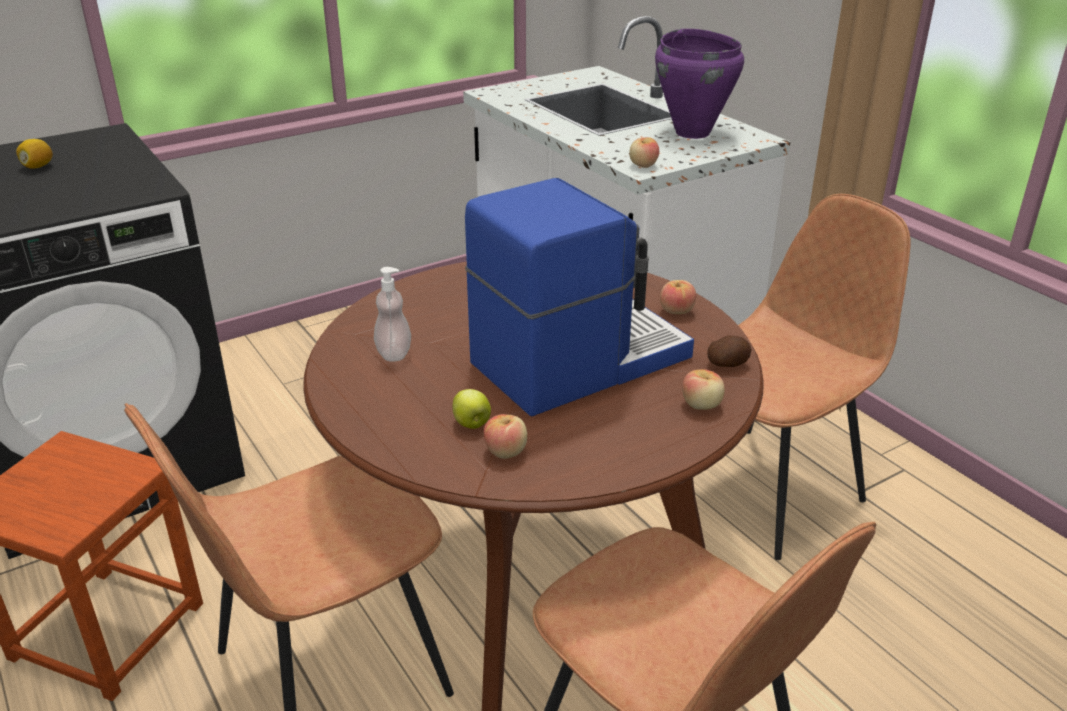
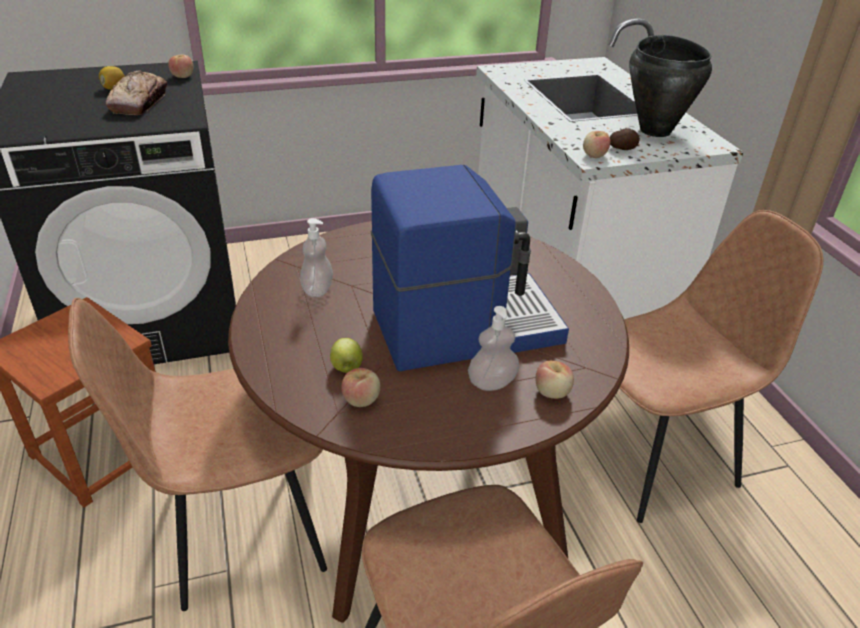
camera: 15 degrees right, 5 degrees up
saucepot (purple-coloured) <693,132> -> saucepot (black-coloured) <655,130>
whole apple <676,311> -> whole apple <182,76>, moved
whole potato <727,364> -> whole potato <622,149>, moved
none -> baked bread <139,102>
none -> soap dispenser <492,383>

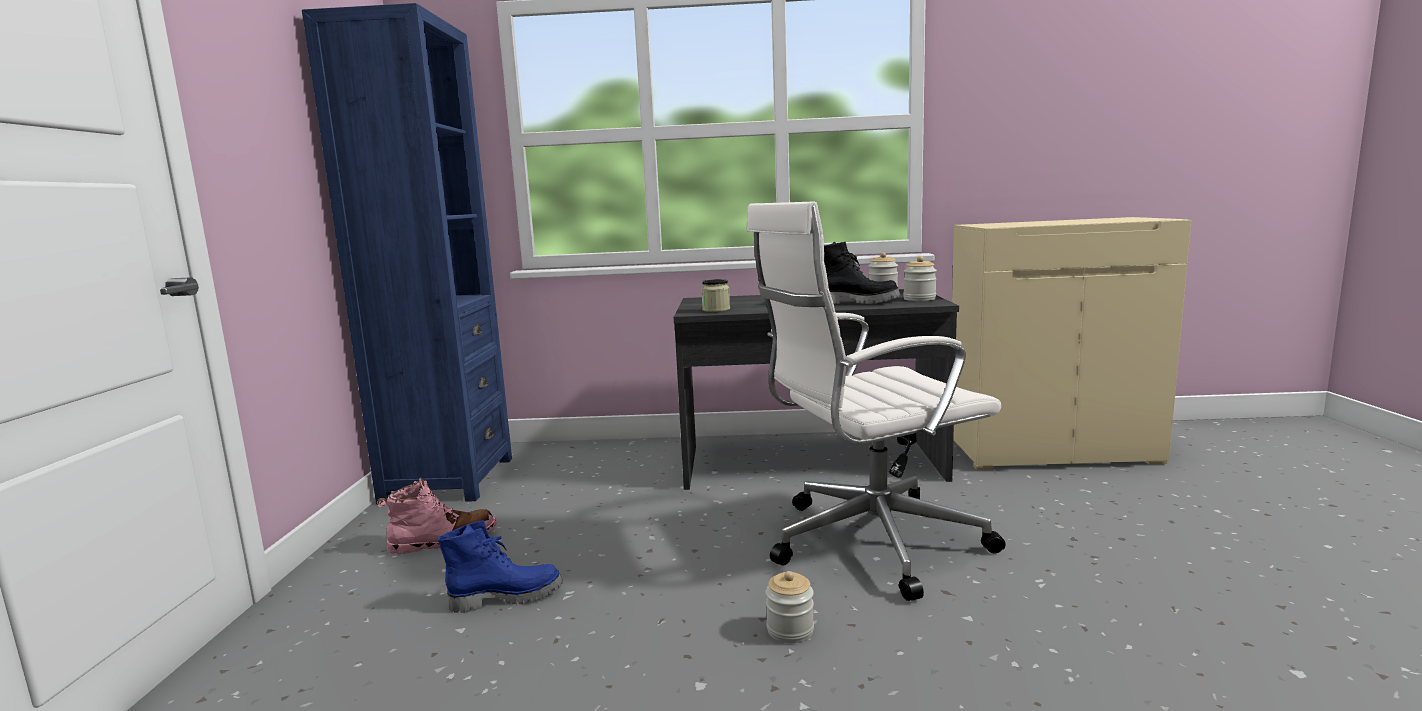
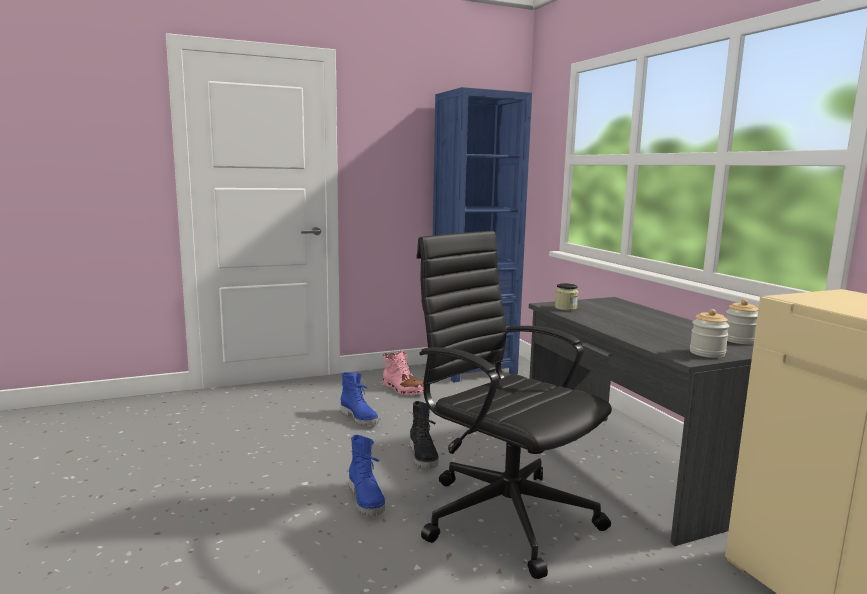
camera: 65 degrees right, 0 degrees up
computer chair (white-coloured) <869,542> -> computer chair (black-coloured) <504,514>
boot (black-coloured) <856,302> -> boot (black-coloured) <424,457>, moved
jar <790,630> -> boot (blue) <367,500>

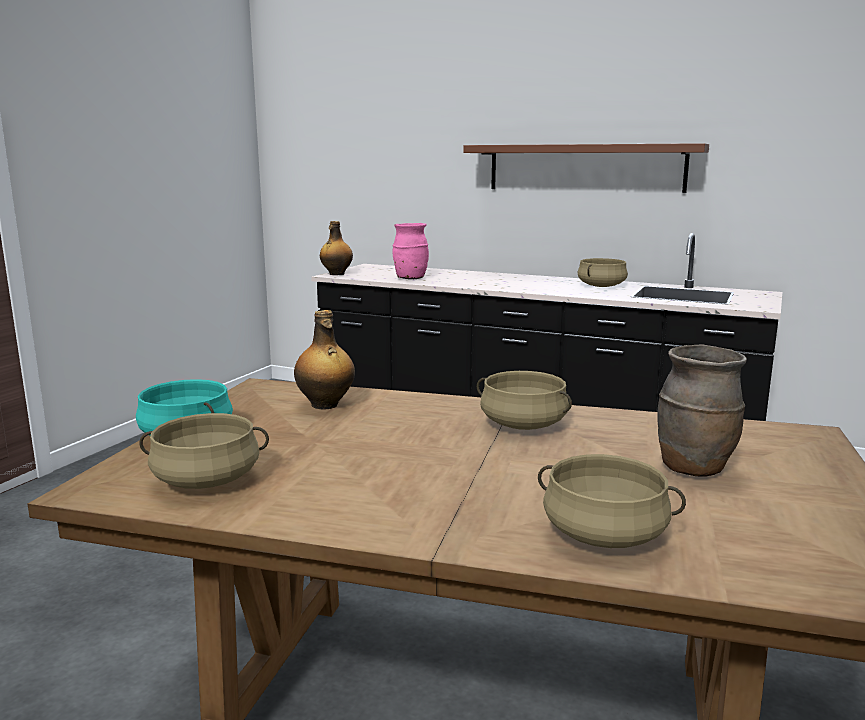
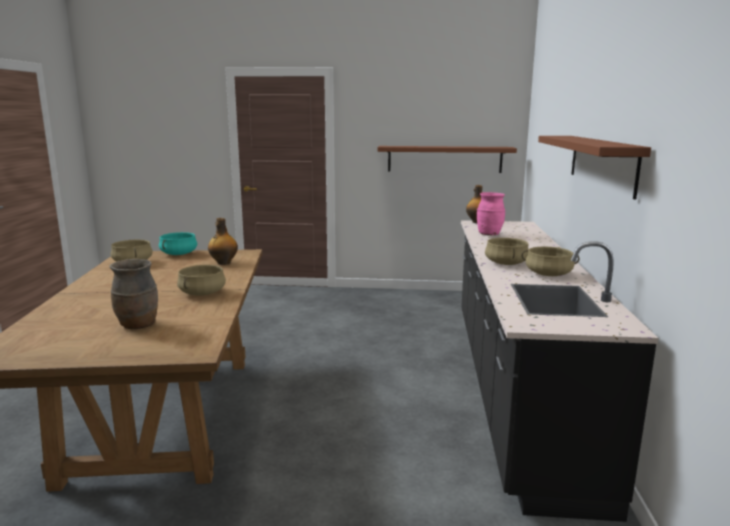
camera: 70 degrees right, 0 degrees up
saucepot (beige-coloured) <605,534> -> saucepot (beige-coloured) <506,263>, moved
none -> wall shelf (brown-coloured) <444,159>

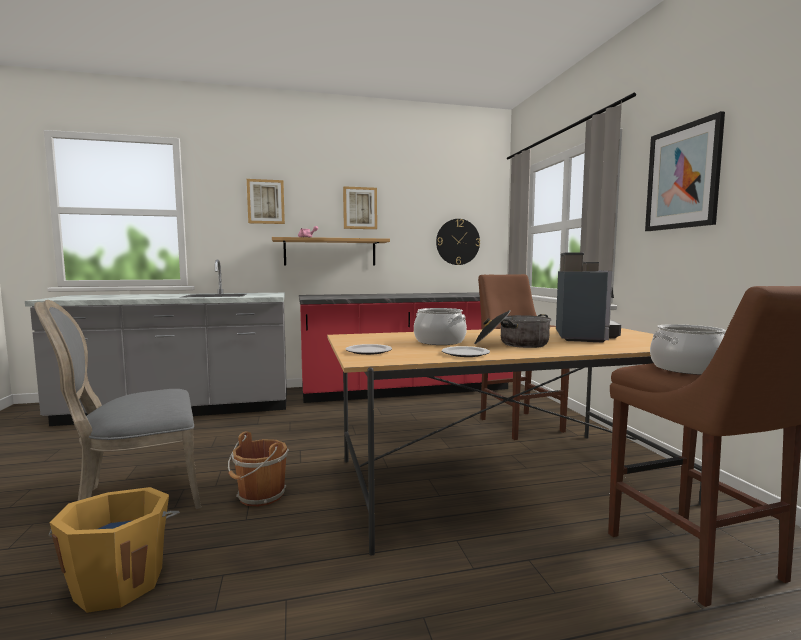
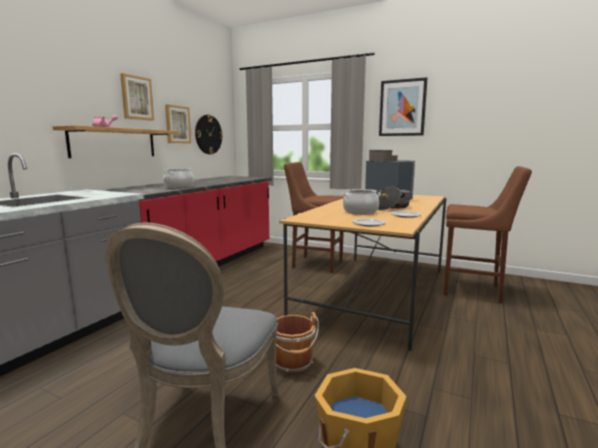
camera: 50 degrees left, 5 degrees up
wall art <266,202> -> wall art <177,124>, moved
saucepot <687,369> -> saucepot <179,187>, moved

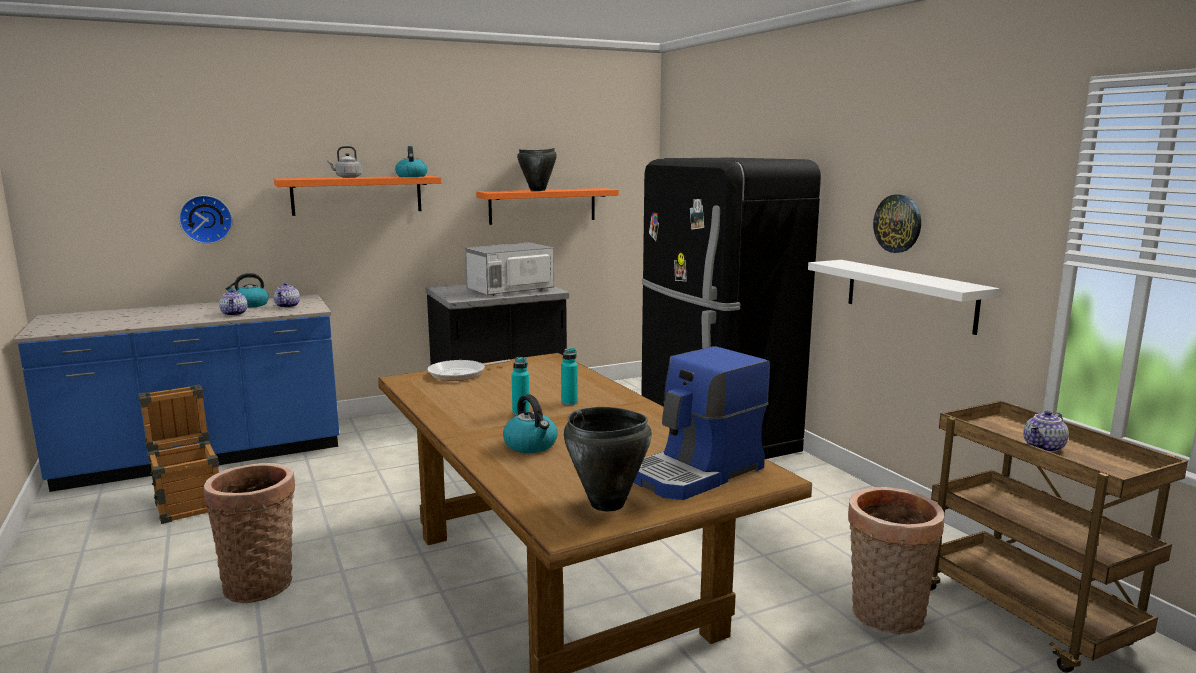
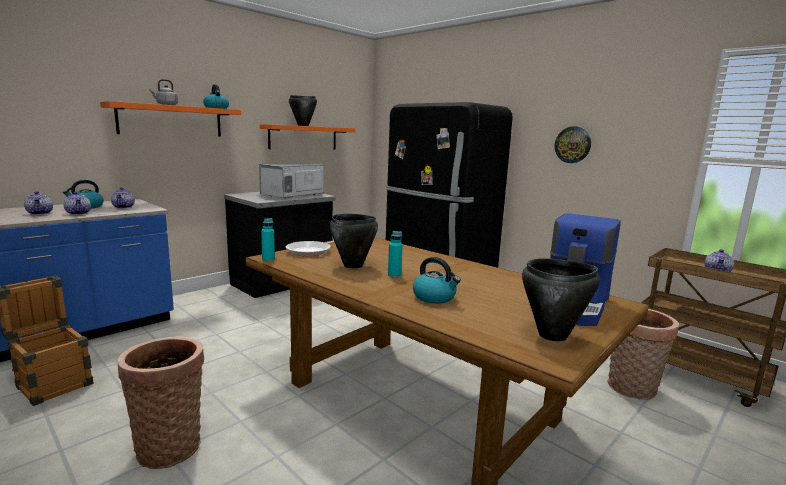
camera: 20 degrees left, 0 degrees up
clock on the wall <206,219> -> none
wall shelf (white-coloured) <909,295> -> none
beverage bottle (turquoise) <569,402> -> beverage bottle (turquoise) <268,259>, moved
none -> tea pot <40,213>
none -> saucepot (black-coloured) <353,266>

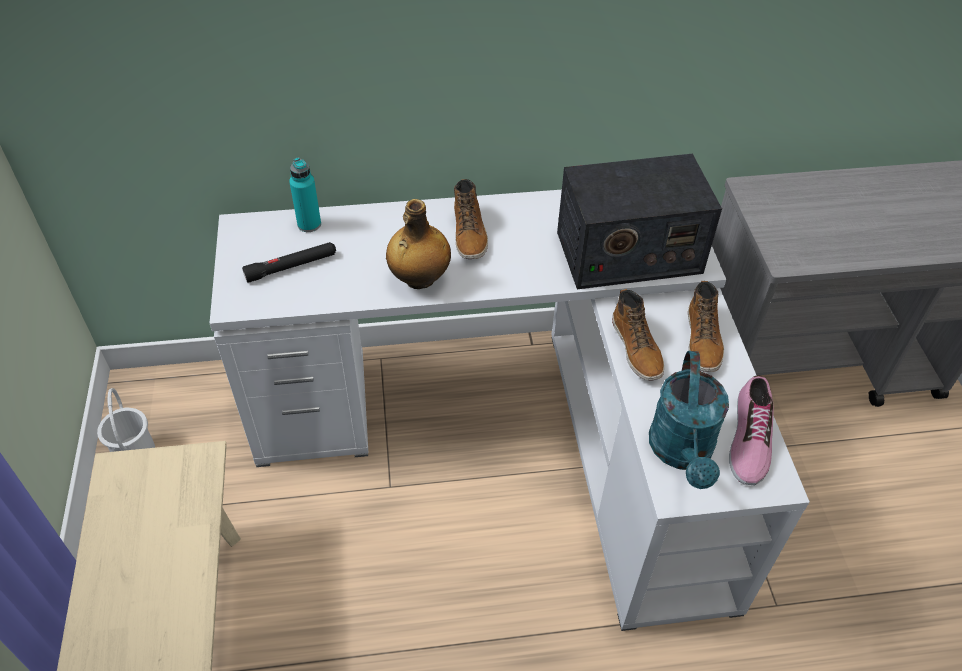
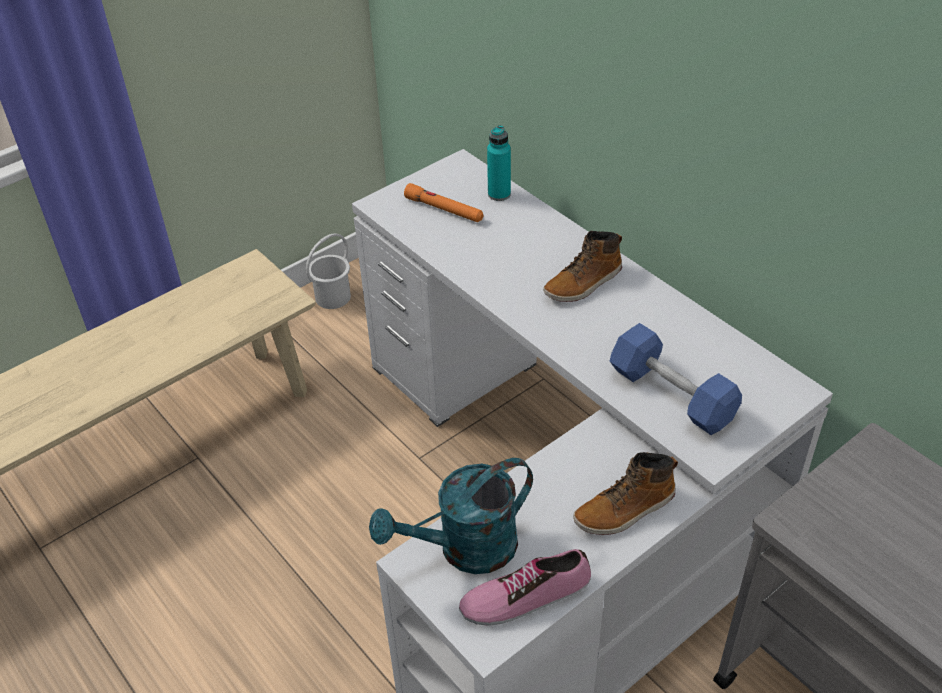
camera: 60 degrees right, 5 degrees down
radio set <627,253> -> free weight (blue) <672,395>
beverage bottle <419,280> -> none
torch (black-coloured) <291,267> -> torch (orange-coloured) <444,209>
boot <637,348> -> none

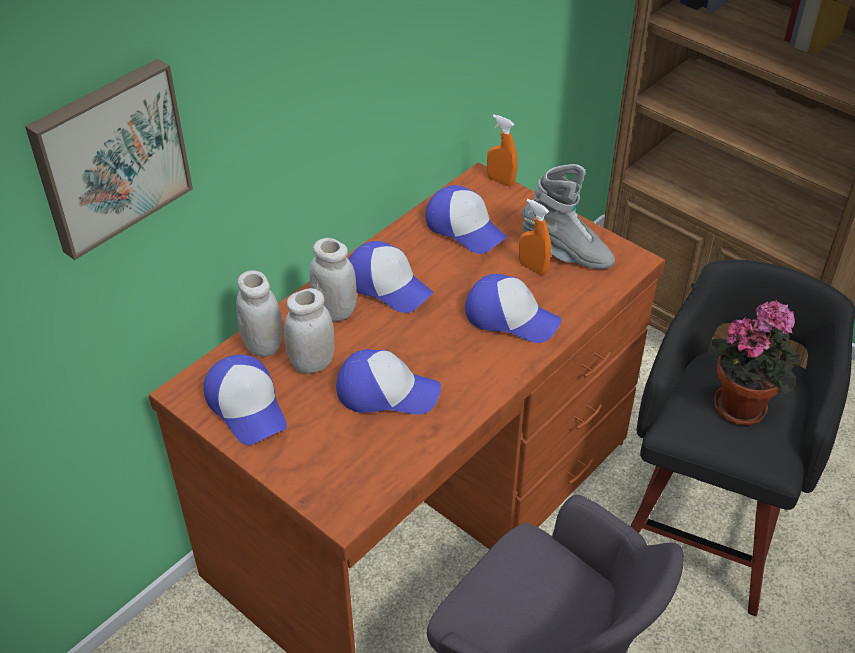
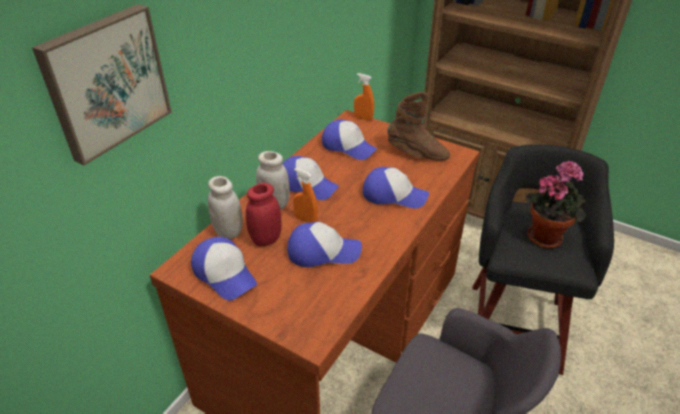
camera: 10 degrees left, 5 degrees down
boot (grey) <566,253> -> boot (brown-coloured) <417,154>
hand sprayer (orange-coloured) <533,268> -> hand sprayer (orange-coloured) <306,220>, moved
jar (white-coloured) <312,363> -> jar (red) <266,239>

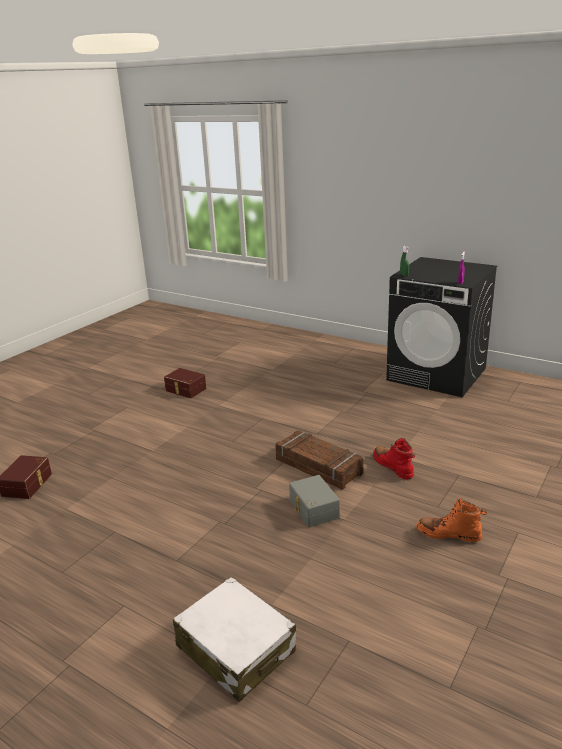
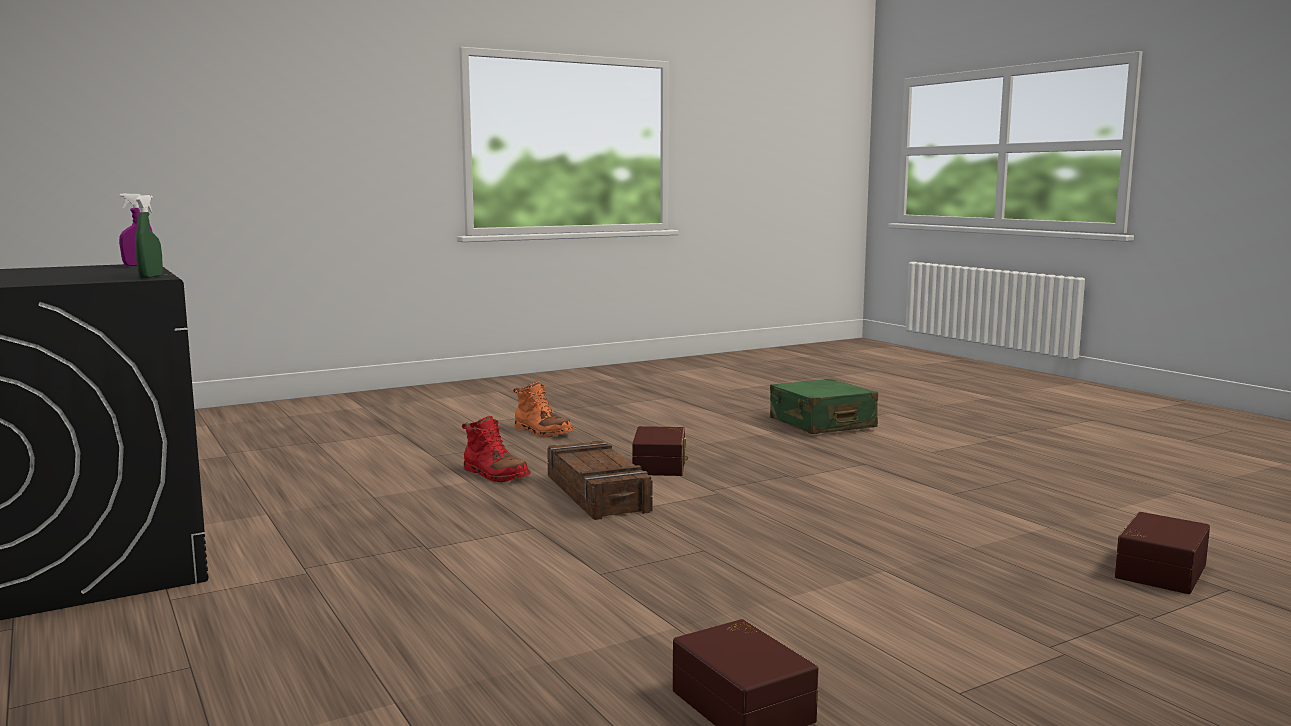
camera: 155 degrees left, 15 degrees down
boot (red) <393,467> -> boot (red) <495,475>, 45 degrees counterclockwise
storage bin (grey) <313,509> -> storage bin (brown-coloured) <661,465>
suitcase (white-coloured) <235,649> -> suitcase (greenish) <822,424>

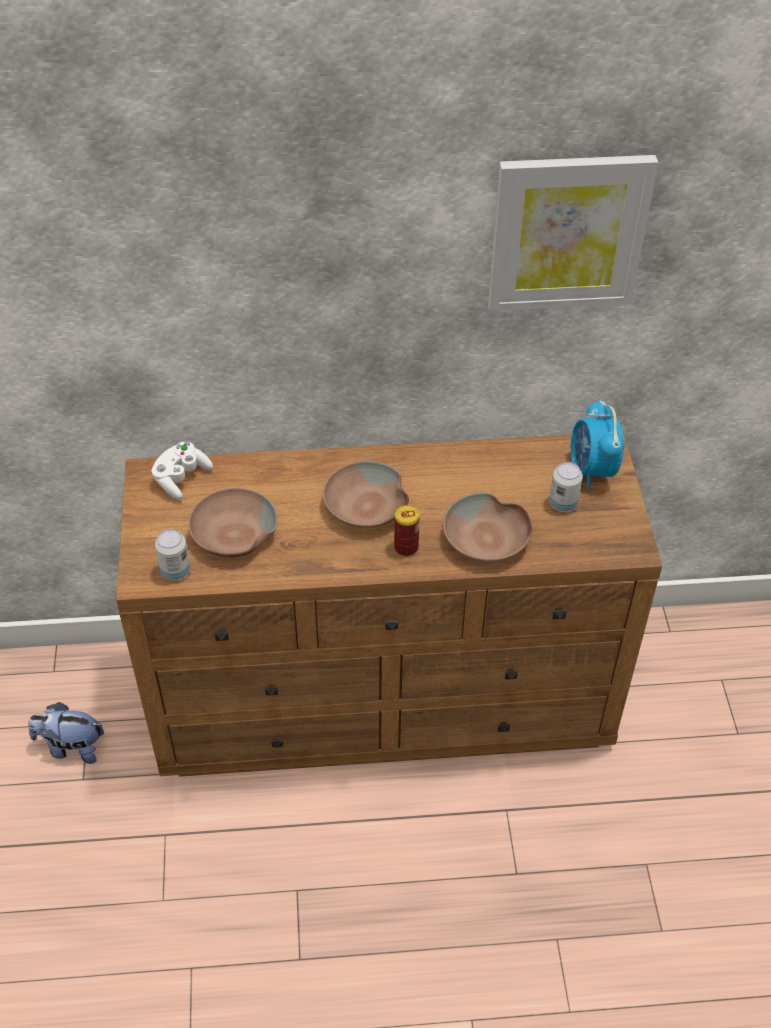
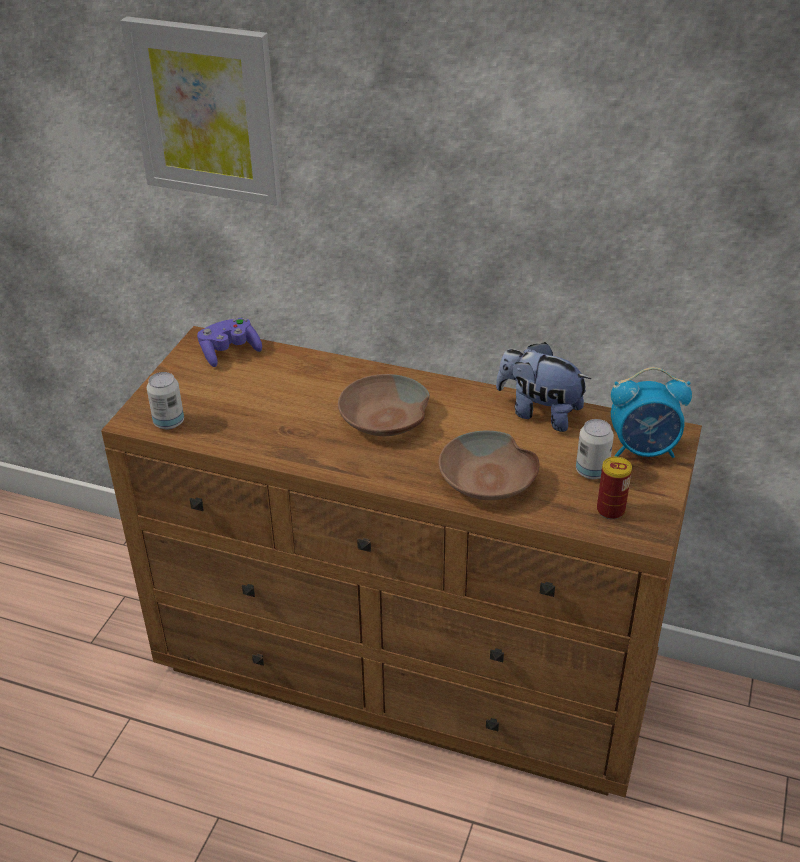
camera: 25 degrees right, 10 degrees down
wall art <567,232> -> wall art <206,110>, moved
table clock <592,470> -> table clock <643,450>, 105 degrees counterclockwise
game controller (white-coloured) <181,478> -> game controller (purple-coloured) <229,352>
serving bowl (brown-coloured) <232,534> -> none
sealed can <406,547> -> sealed can <610,510>, moved
cuddly toy <71,747> -> cuddly toy <539,413>, moved

